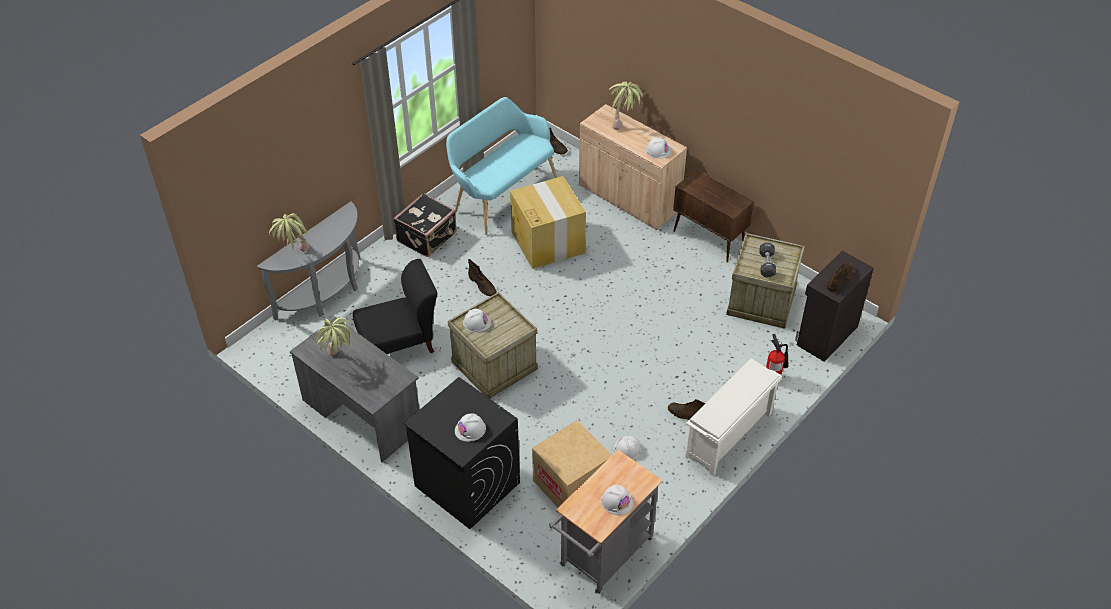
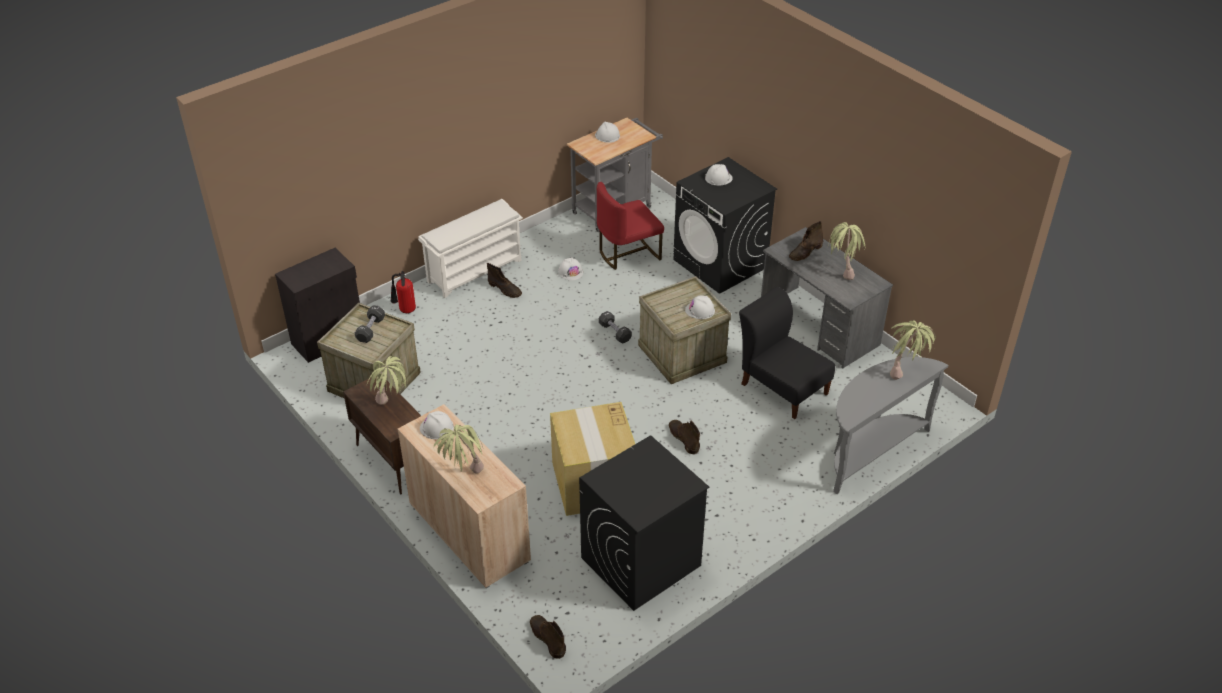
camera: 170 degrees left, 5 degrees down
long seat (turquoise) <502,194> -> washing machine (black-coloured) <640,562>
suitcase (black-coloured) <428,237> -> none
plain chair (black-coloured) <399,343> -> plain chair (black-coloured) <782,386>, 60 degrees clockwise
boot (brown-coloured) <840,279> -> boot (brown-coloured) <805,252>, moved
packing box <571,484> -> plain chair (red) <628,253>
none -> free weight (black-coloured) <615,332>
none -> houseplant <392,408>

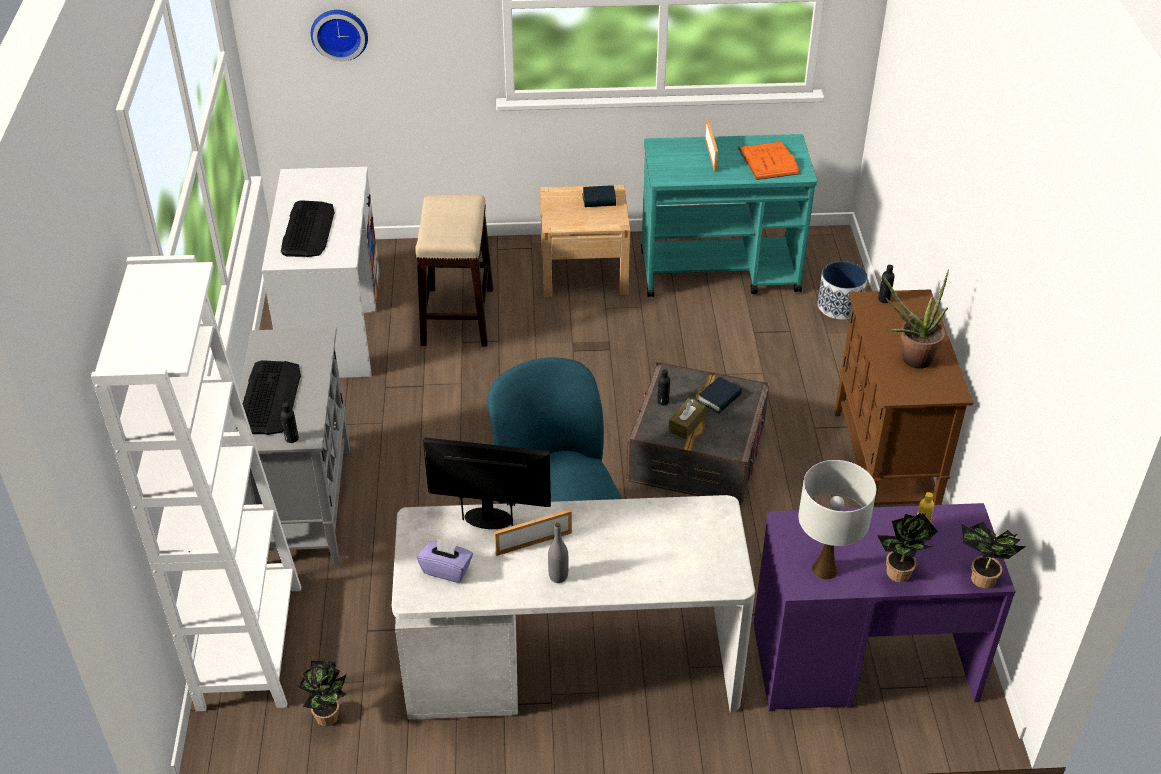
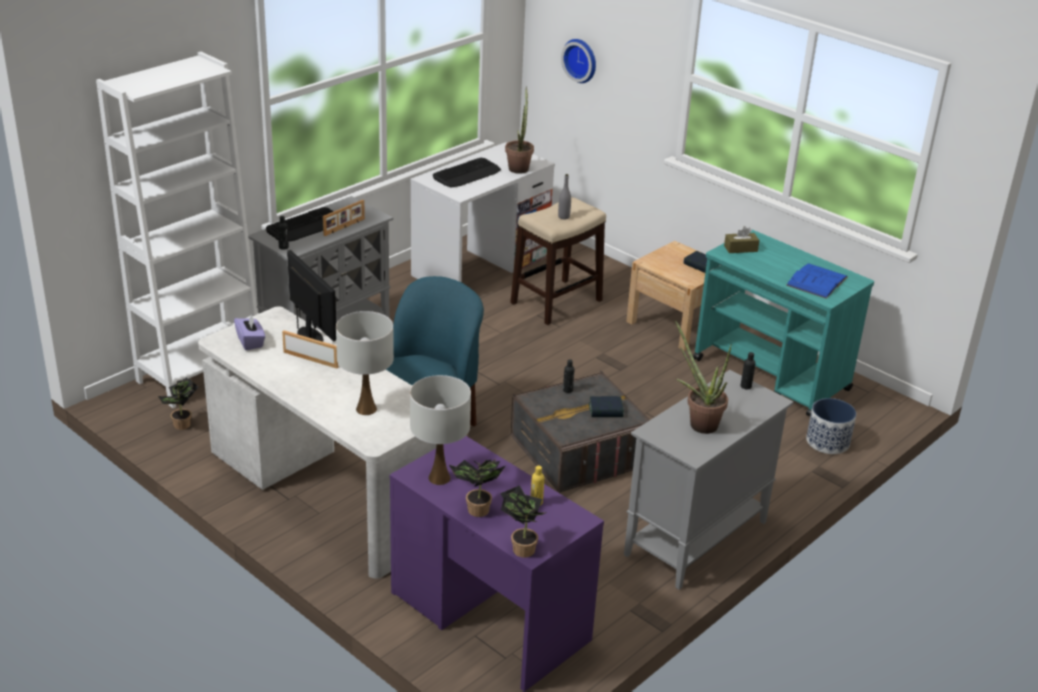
camera: 45 degrees right, 10 degrees down
standing frame <711,155> -> standing frame <344,227>, moved
bound book (orange-coloured) <768,161> -> bound book (blue) <817,281>
cabinet (brown-coloured) <884,465> -> cabinet (grey) <695,539>
box of tissues (brown-coloured) <686,424> -> box of tissues (brown-coloured) <740,248>, moved
beverage bottle (grey) <558,576> -> beverage bottle (grey) <563,217>, moved
none -> houseplant <519,167>
none -> table lamp (white-coloured) <366,409>

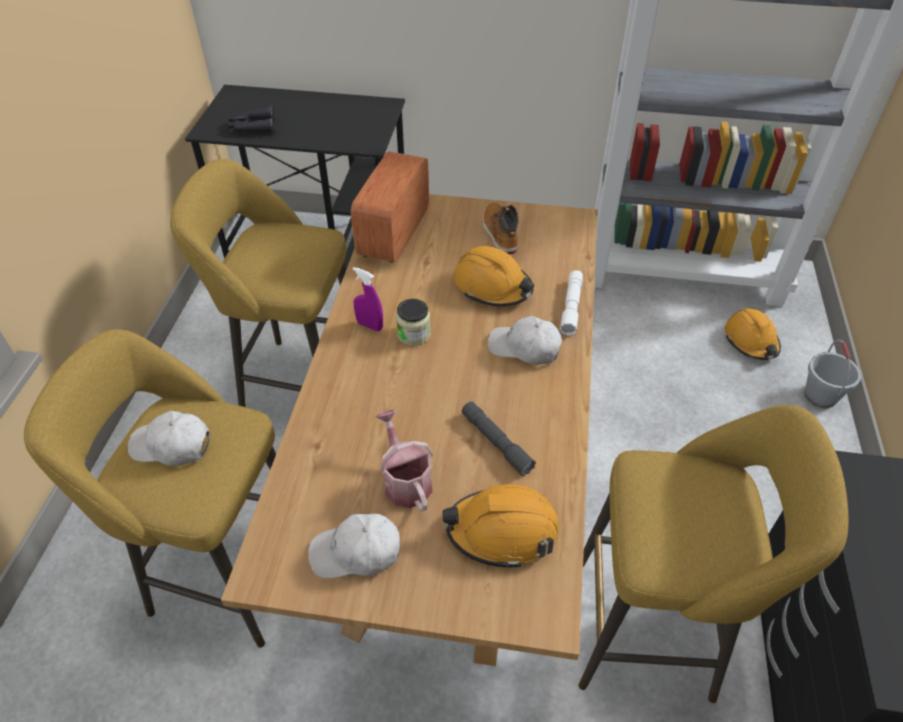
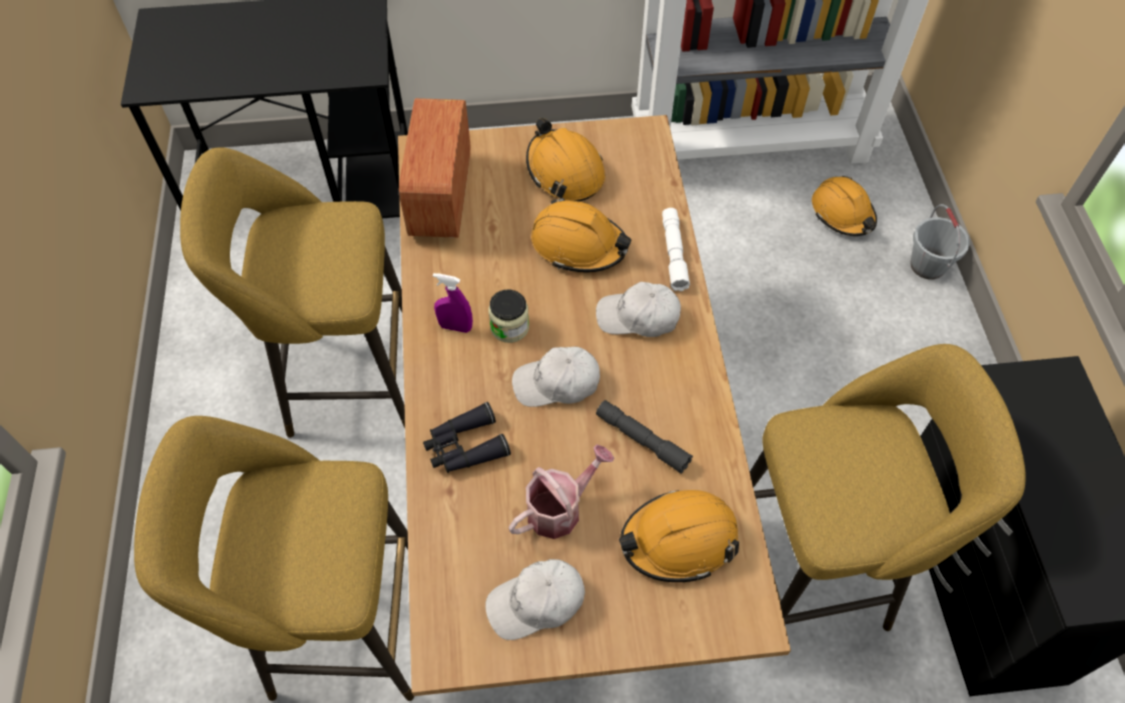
camera: 15 degrees left, 10 degrees up
field glasses (black-coloured) <252,127> -> field glasses (black-coloured) <465,446>, moved
boot <499,233> -> safety helmet (orange-coloured) <564,171>
watering can <405,480> -> watering can <560,508>, 90 degrees clockwise
peaked cap (white-coloured) <172,446> -> peaked cap (white-coloured) <557,383>, moved

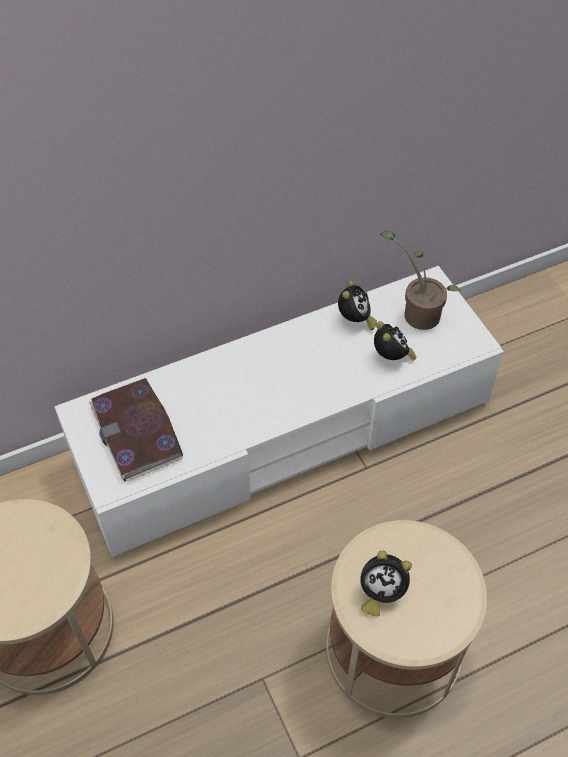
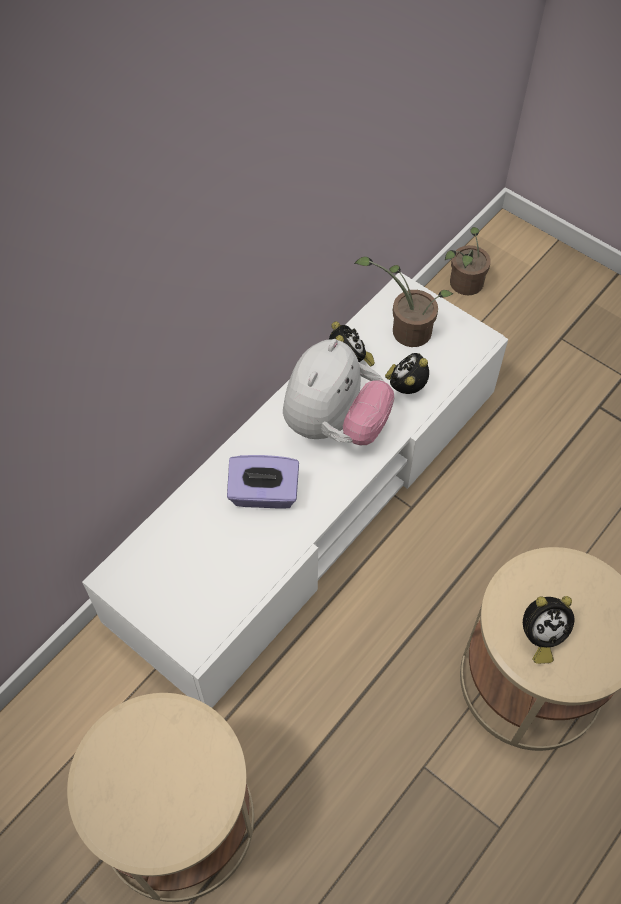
camera: 25 degrees left, 5 degrees up
table clock <391,357> -> table clock <406,387>, 105 degrees counterclockwise
bound book <137,432> -> none
none -> houseplant <464,286>
none -> cuddly toy <334,424>
none -> box of tissues (purple-coloured) <264,494>

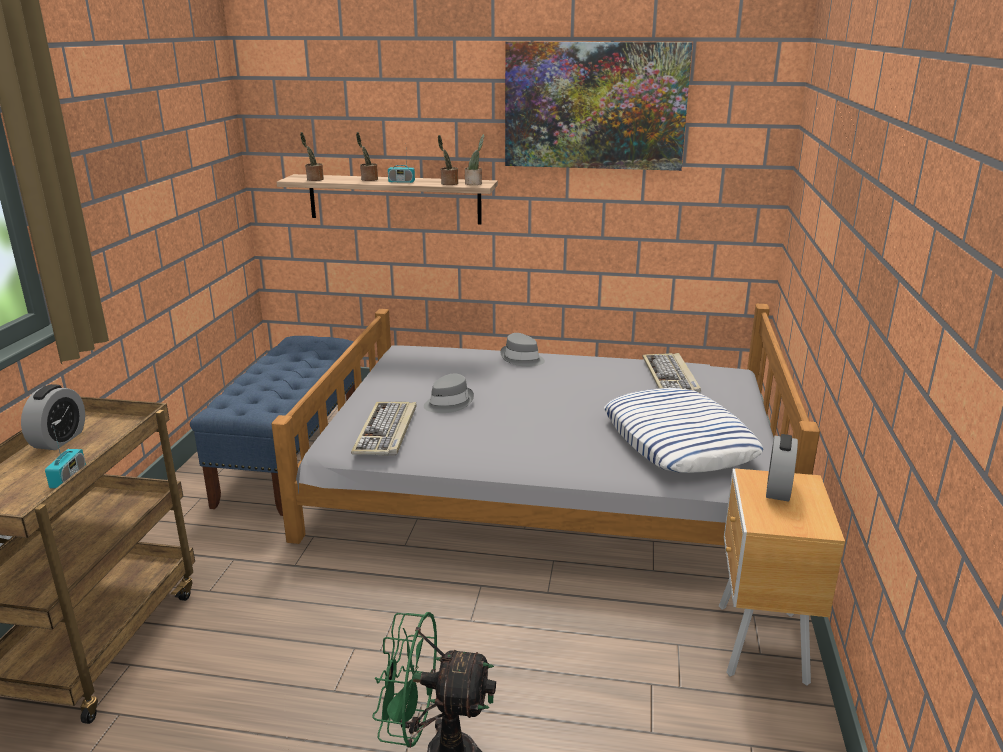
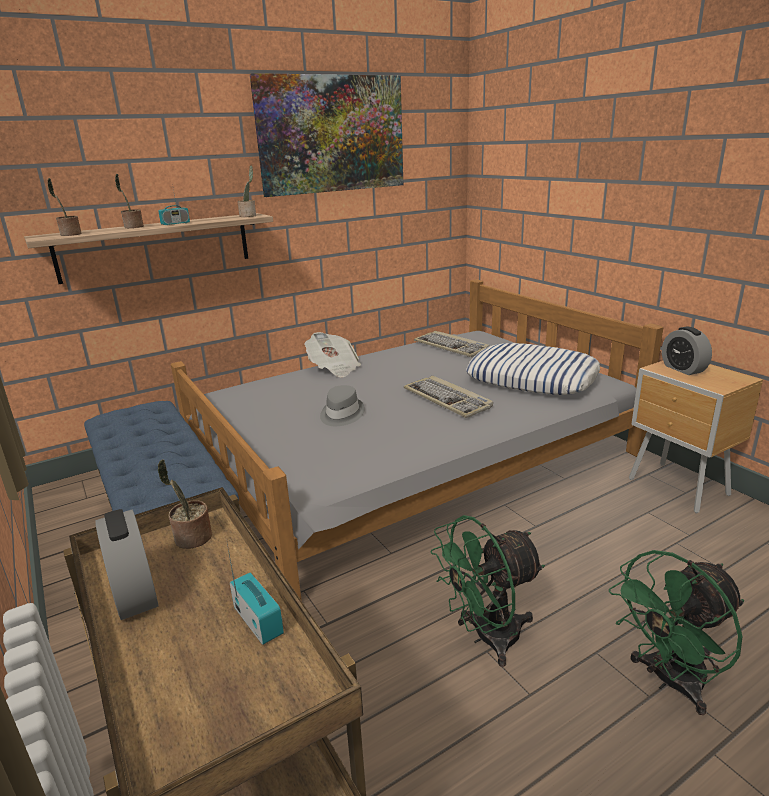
camera: 40 degrees left, 0 degrees up
houseplant <448,183> -> houseplant <191,539>, moved
wearable hat (grey) <522,359> -> daily paper <333,368>
computer keyboard <386,431> -> computer keyboard <448,399>, moved
none -> fan (greenish) <486,638>

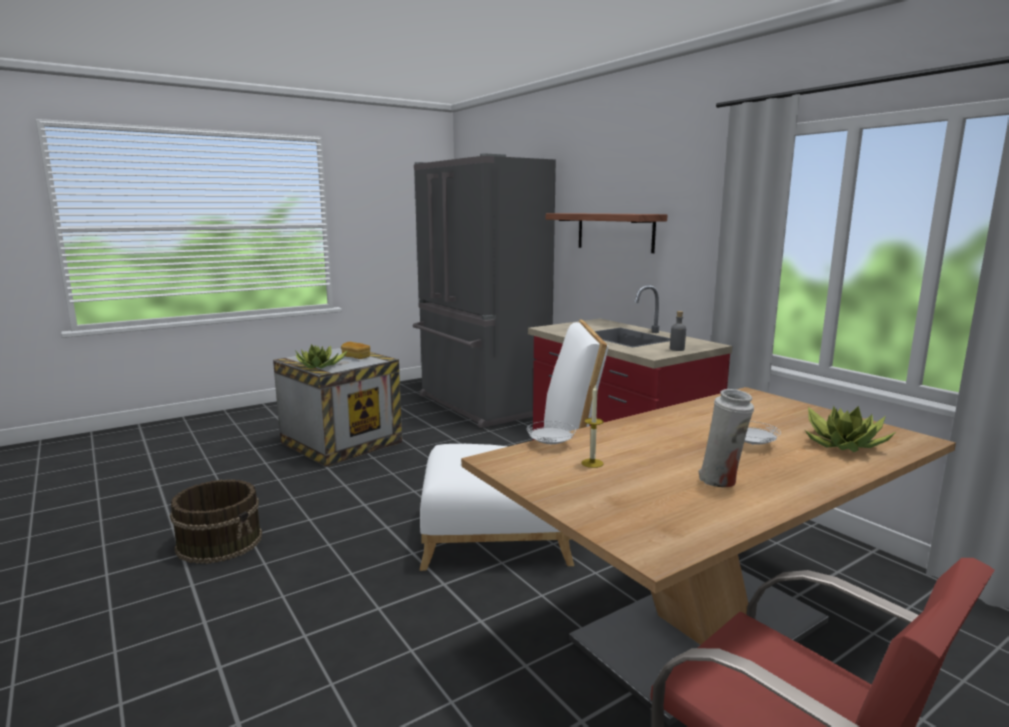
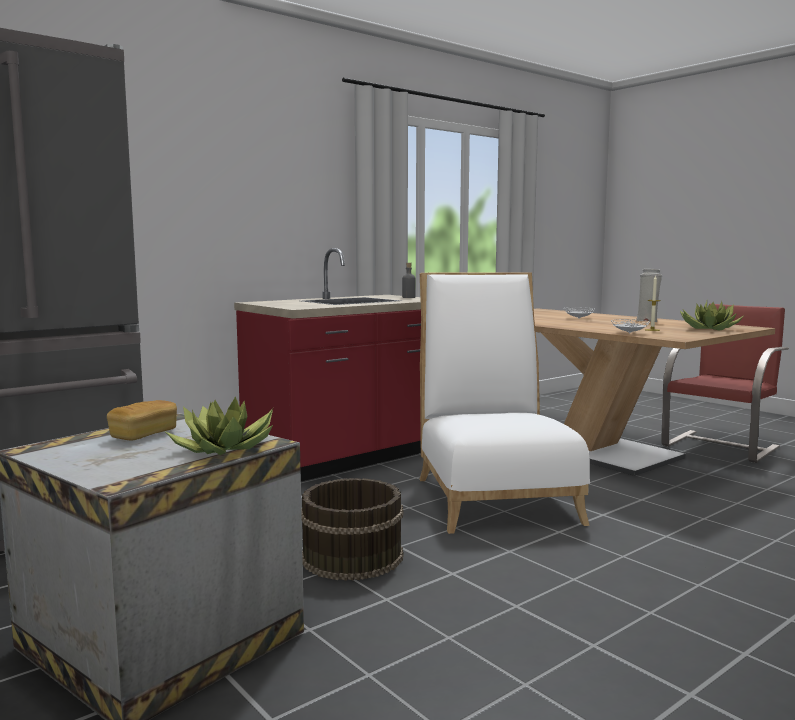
camera: 95 degrees left, 5 degrees down
wall shelf <615,232> -> none
houseplant <843,444> -> houseplant <707,328>, moved
water bucket (brown-coloured) <220,541> -> water bucket (brown-coloured) <351,556>, moved

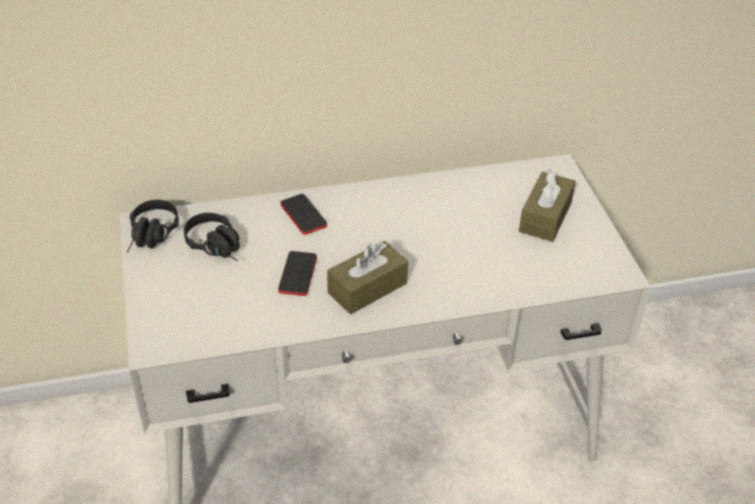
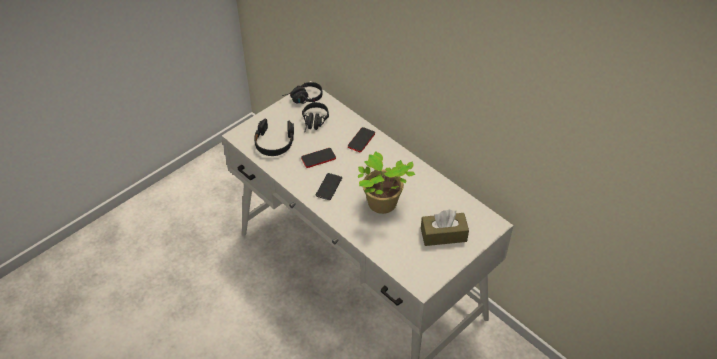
camera: 60 degrees right, 5 degrees up
box of tissues (brown-coloured) <367,288> -> handset <329,187>
none -> headset (black-coloured) <274,142>
none -> houseplant <382,205>

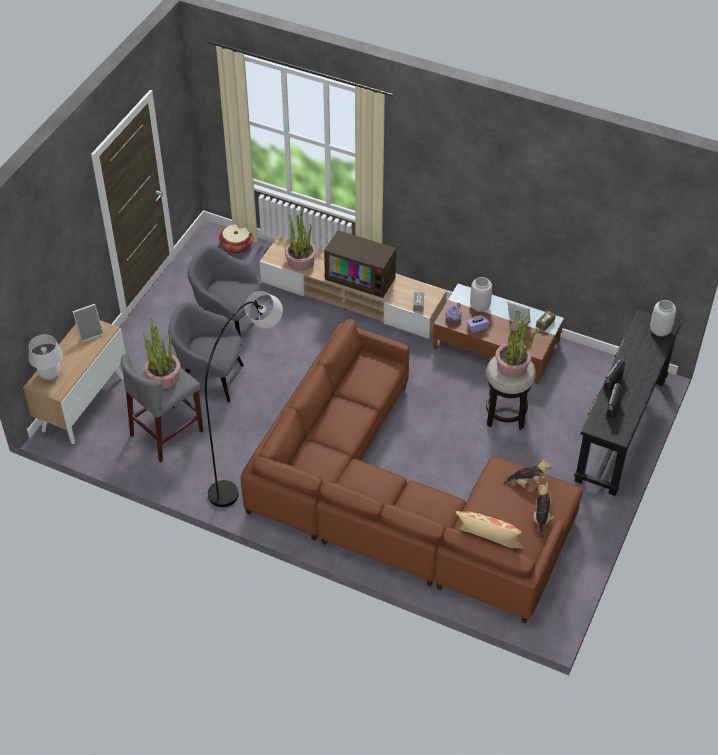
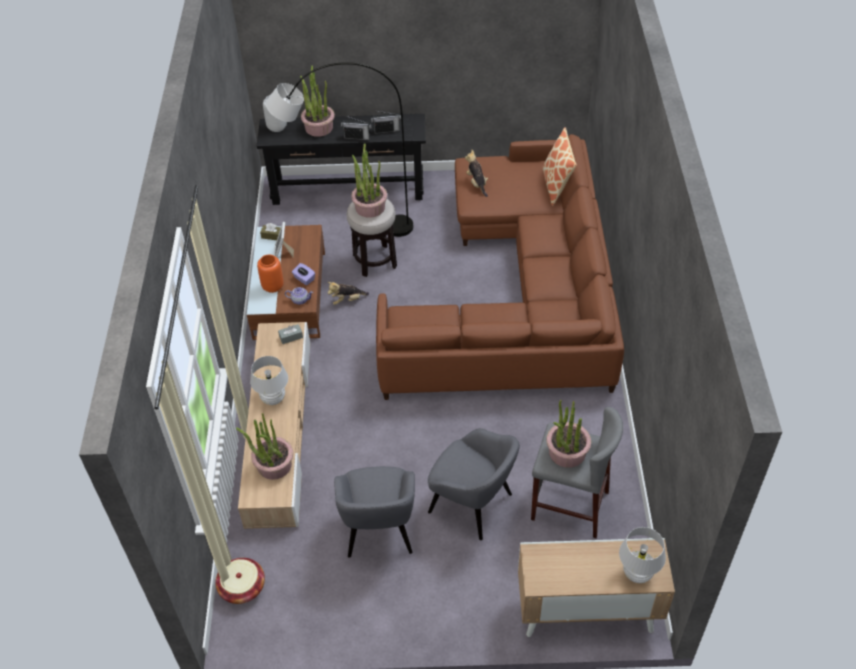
camera: 115 degrees left, 0 degrees up
TV set <361,277> -> table lamp (white-coloured) <273,398>
vase (grey) <479,306> -> vase (orange-coloured) <272,287>
floor lamp (grey) <250,453> -> floor lamp (grey) <346,228>, moved
lounge chair (grey) <210,378> -> lounge chair (grey) <472,504>, 45 degrees counterclockwise
standing frame <90,333> -> none
cuddly toy <541,517> -> cuddly toy <347,300>, moved
none -> houseplant <319,127>

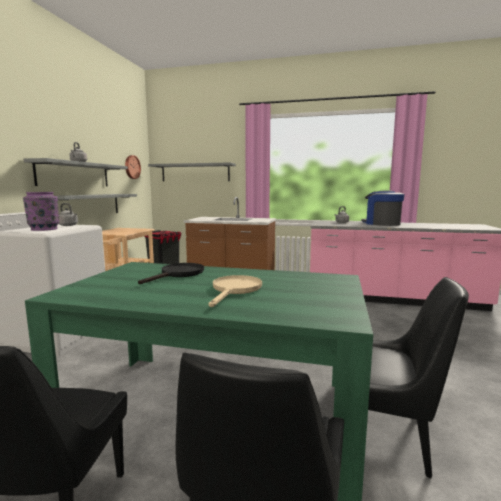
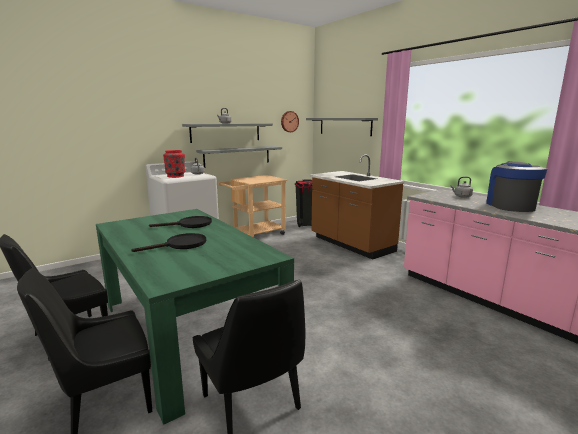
camera: 40 degrees right, 5 degrees up
vase (purple-coloured) <44,229> -> vase (red) <175,176>
skillet (beige-coloured) <235,290> -> skillet (black-coloured) <181,245>

